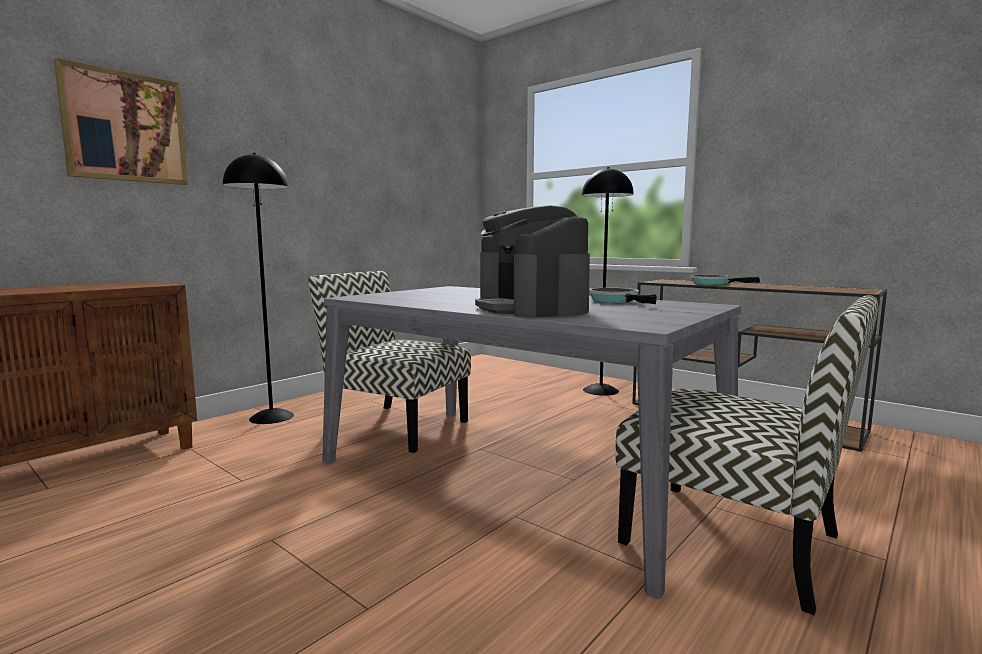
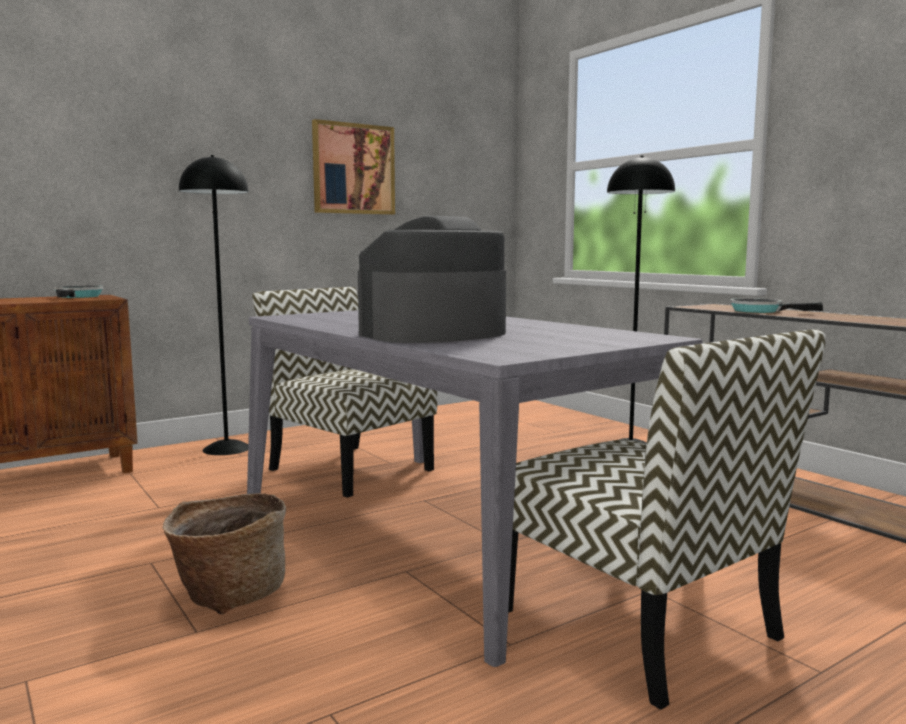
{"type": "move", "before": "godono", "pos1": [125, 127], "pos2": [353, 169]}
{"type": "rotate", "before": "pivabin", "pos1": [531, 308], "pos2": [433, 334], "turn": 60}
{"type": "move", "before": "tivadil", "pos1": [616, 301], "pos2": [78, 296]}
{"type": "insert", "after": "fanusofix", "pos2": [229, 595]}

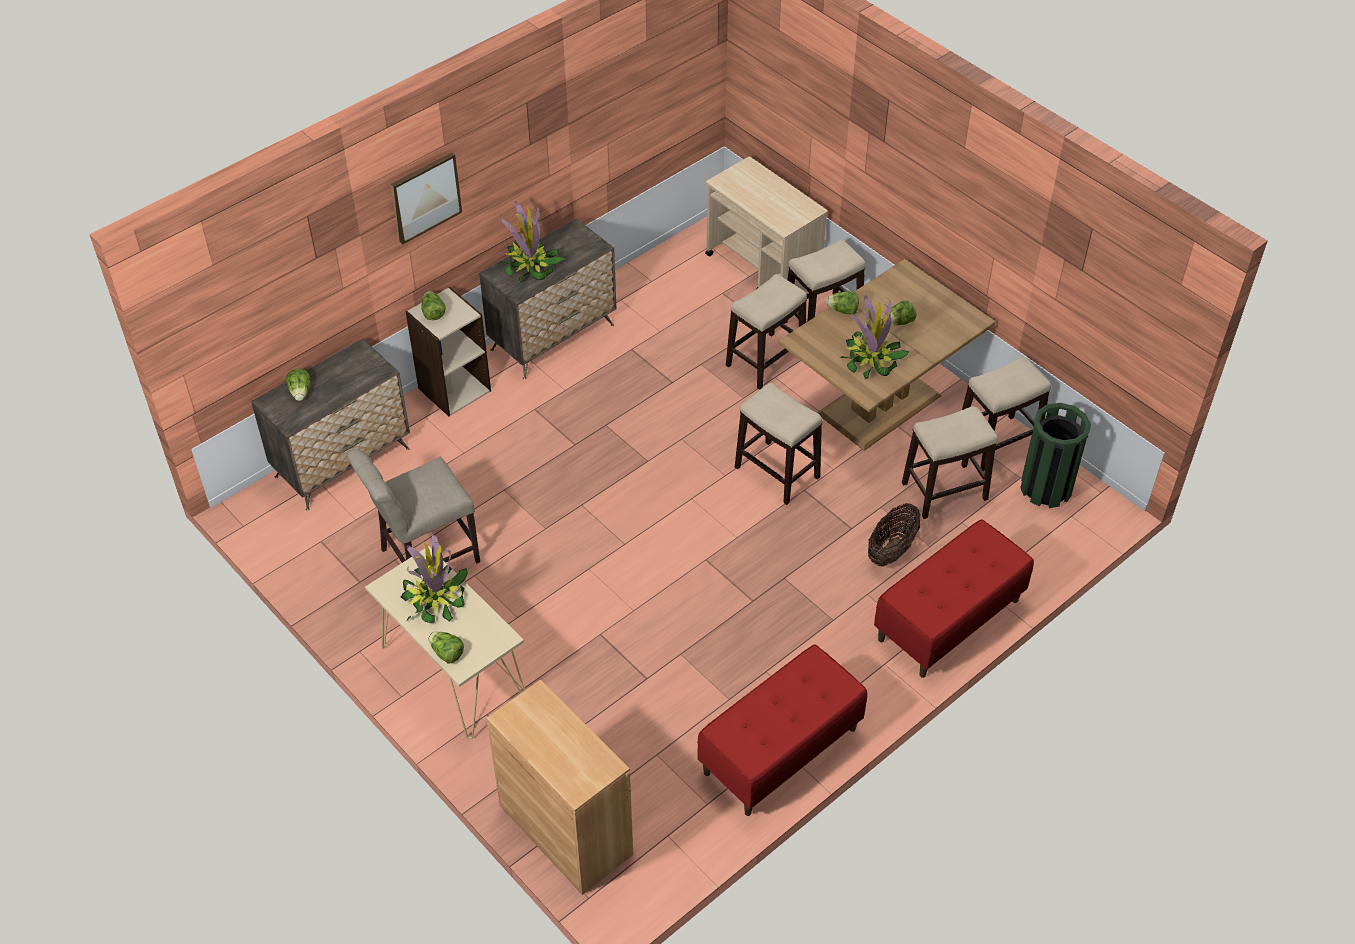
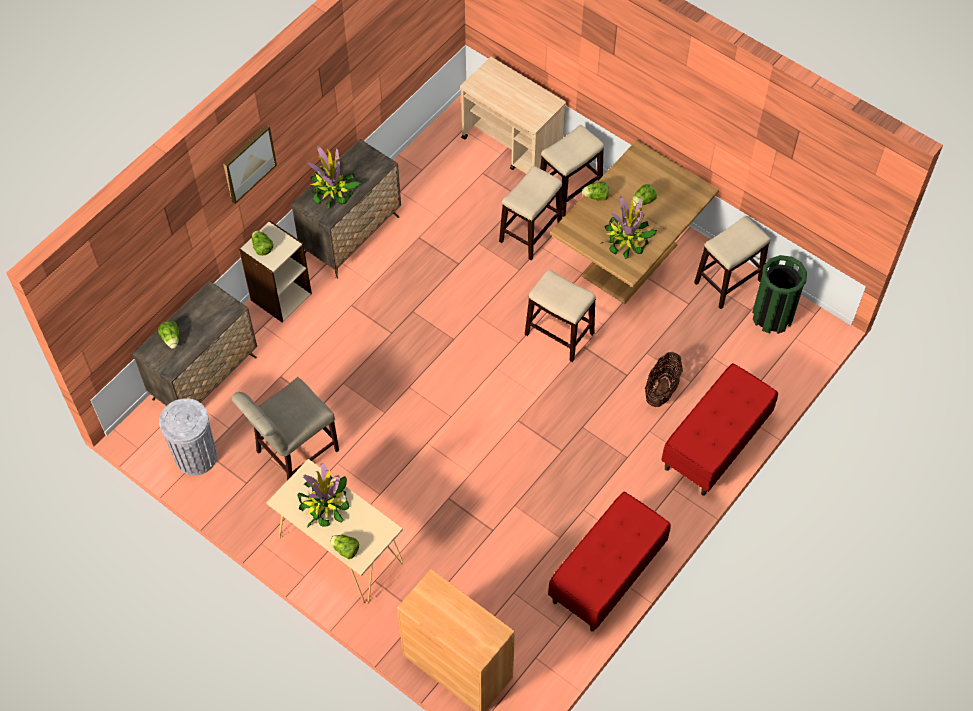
{"type": "delete", "before": "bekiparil", "pos1": [943, 491]}
{"type": "insert", "after": "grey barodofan", "pos2": [196, 456]}

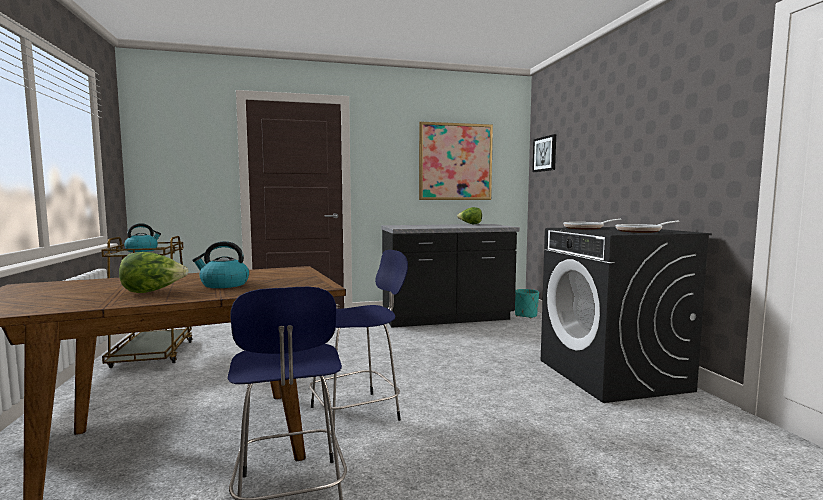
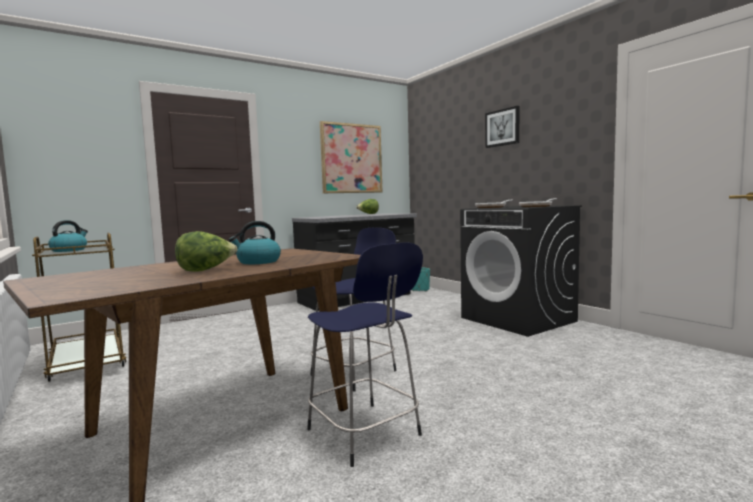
{"type": "move", "before": "godono", "pos1": [545, 154], "pos2": [502, 127]}

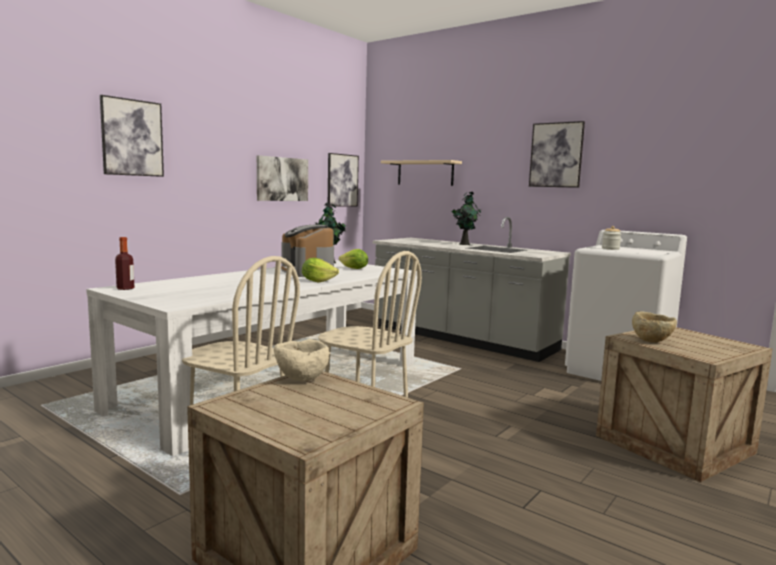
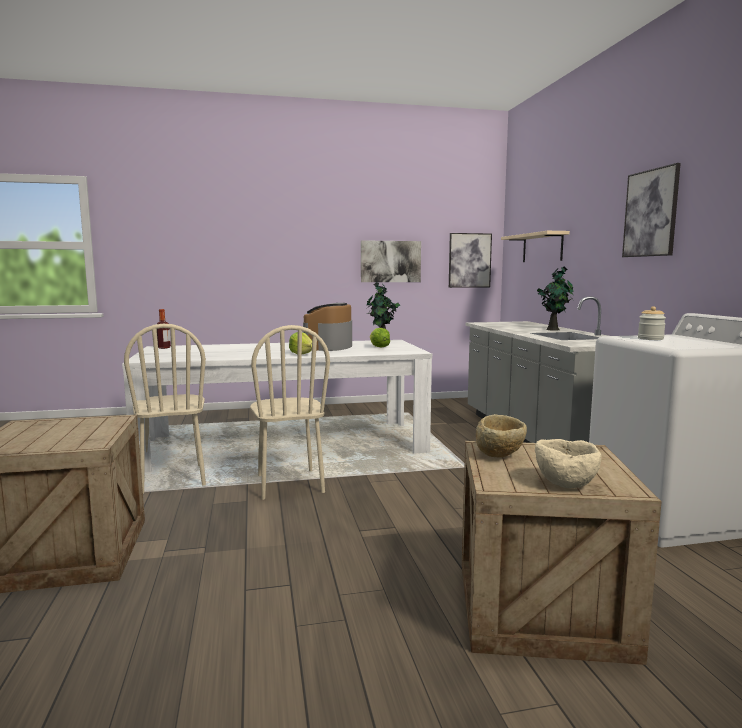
{"type": "delete", "before": "godono", "pos1": [132, 137]}
{"type": "move", "before": "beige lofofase", "pos1": [301, 378], "pos2": [565, 484]}

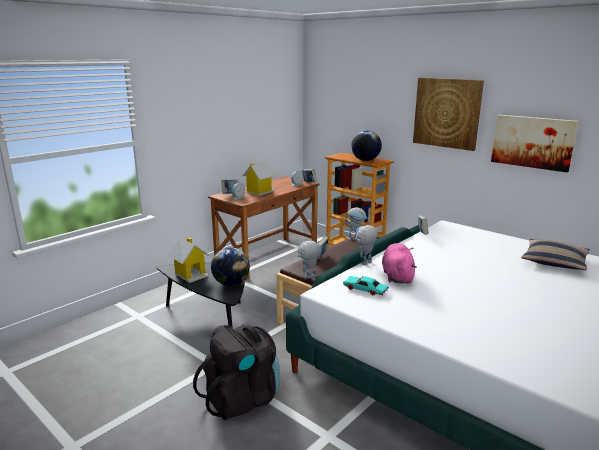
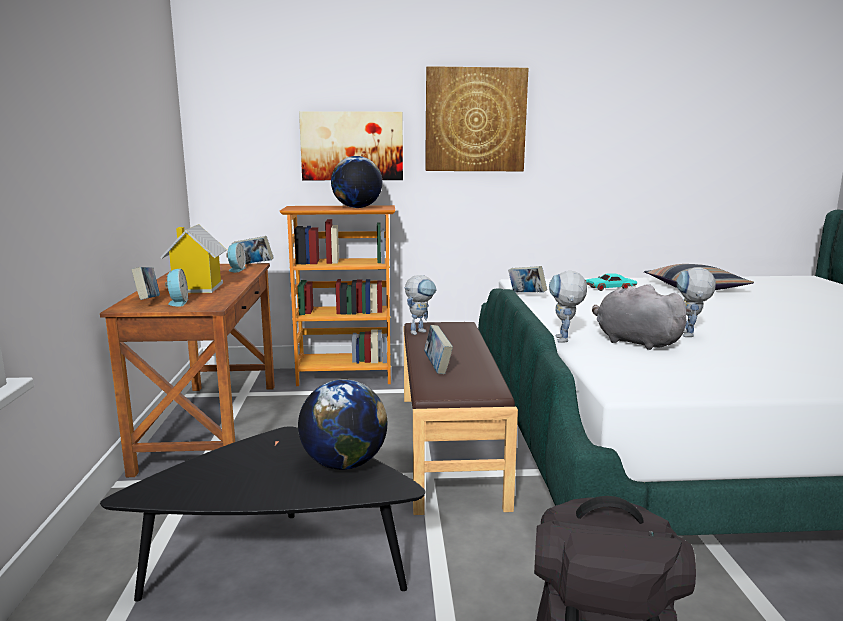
{"type": "delete", "before": "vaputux", "pos1": [191, 274]}
{"type": "move", "before": "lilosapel", "pos1": [308, 277], "pos2": [690, 336]}
{"type": "move", "before": "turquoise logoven", "pos1": [365, 290], "pos2": [610, 288]}
{"type": "recolor", "before": "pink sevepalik", "after": "grey sevepalik", "pos1": [397, 276], "pos2": [634, 342]}
{"type": "move", "before": "godono", "pos1": [532, 142], "pos2": [352, 146]}

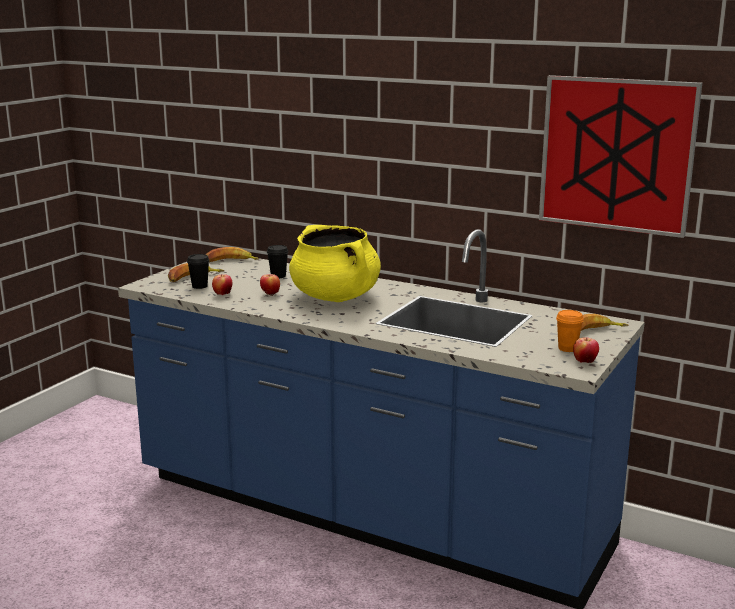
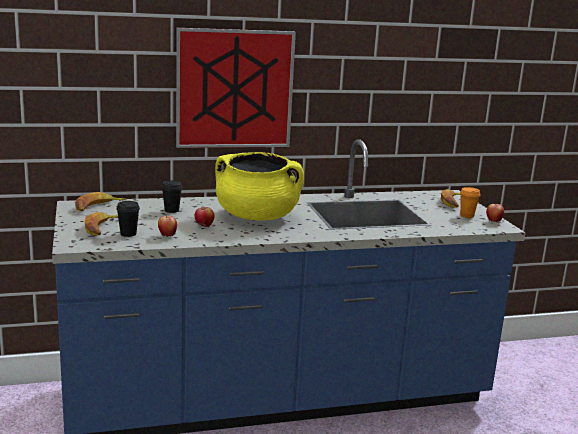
{"type": "move", "before": "godono", "pos1": [616, 154], "pos2": [234, 89]}

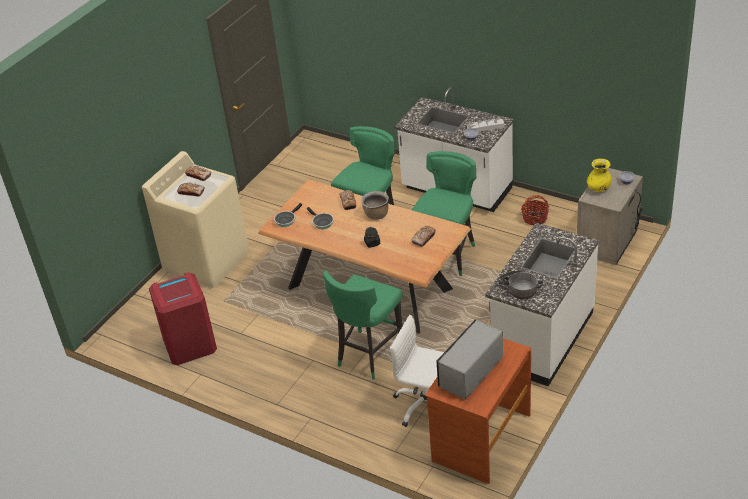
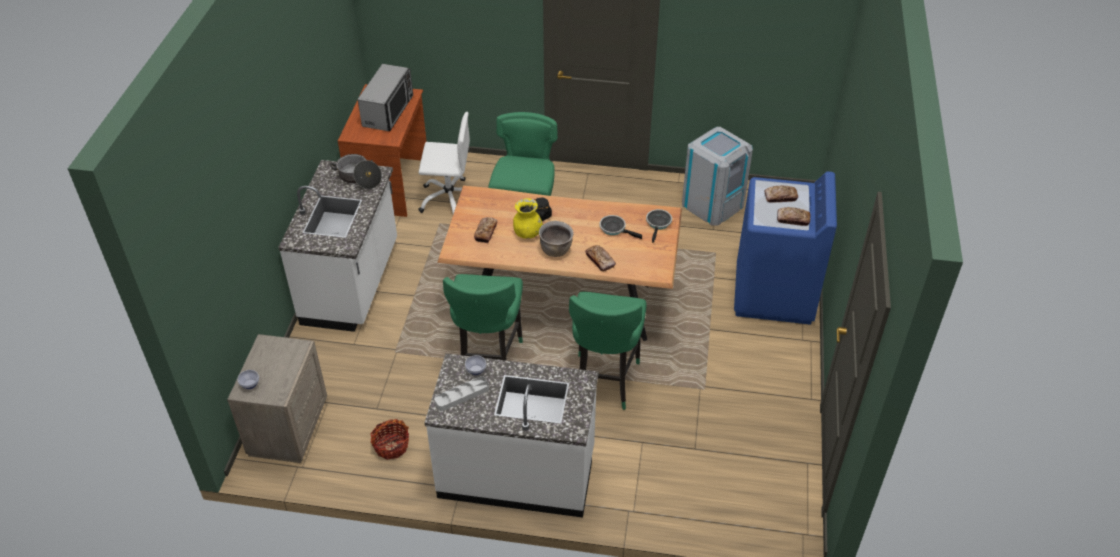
{"type": "recolor", "before": "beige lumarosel", "after": "blue lumarosel", "pos1": [207, 261], "pos2": [774, 294]}
{"type": "recolor", "before": "red barodofan", "after": "grey barodofan", "pos1": [189, 344], "pos2": [712, 204]}
{"type": "move", "before": "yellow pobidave", "pos1": [598, 188], "pos2": [527, 233]}

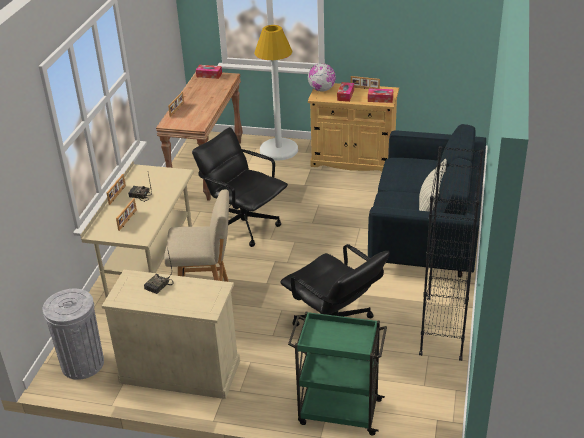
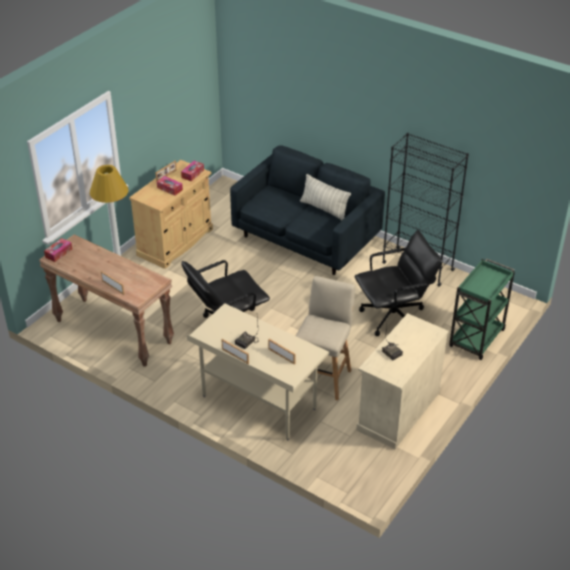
{"type": "delete", "before": "grey barodofan", "pos1": [82, 364]}
{"type": "delete", "before": "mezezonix", "pos1": [322, 90]}

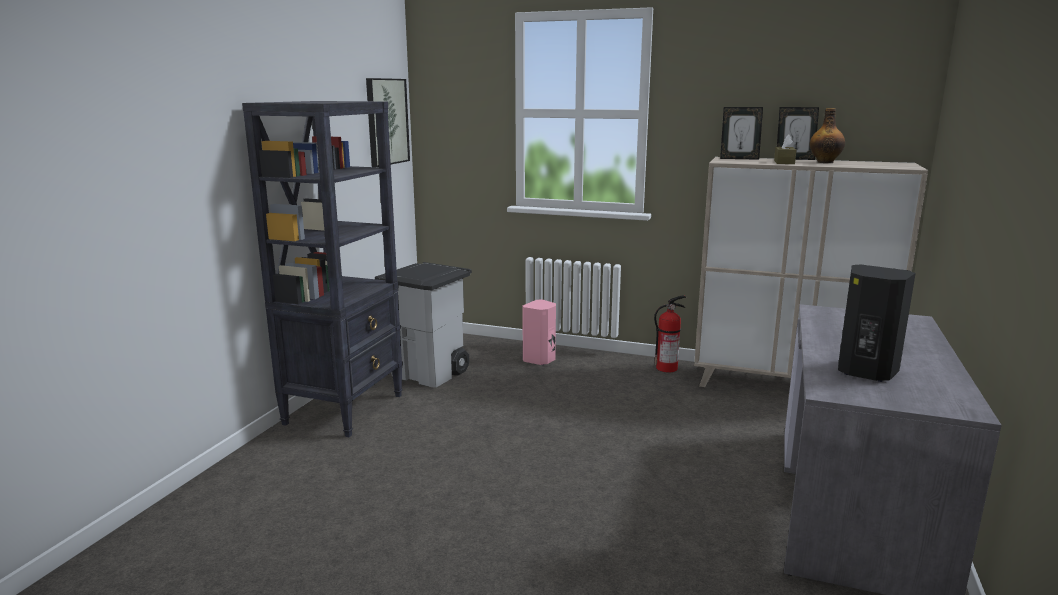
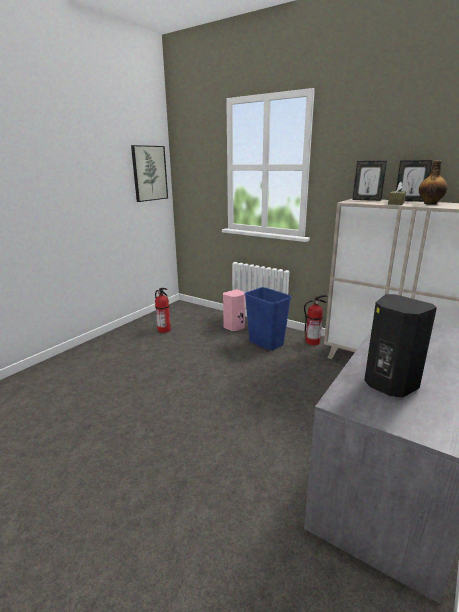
{"type": "delete", "before": "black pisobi", "pos1": [345, 409]}
{"type": "replace", "before": "grey barodofan", "after": "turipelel", "pos1": [430, 373], "pos2": [164, 330]}
{"type": "insert", "after": "blue barodofan", "pos2": [266, 343]}

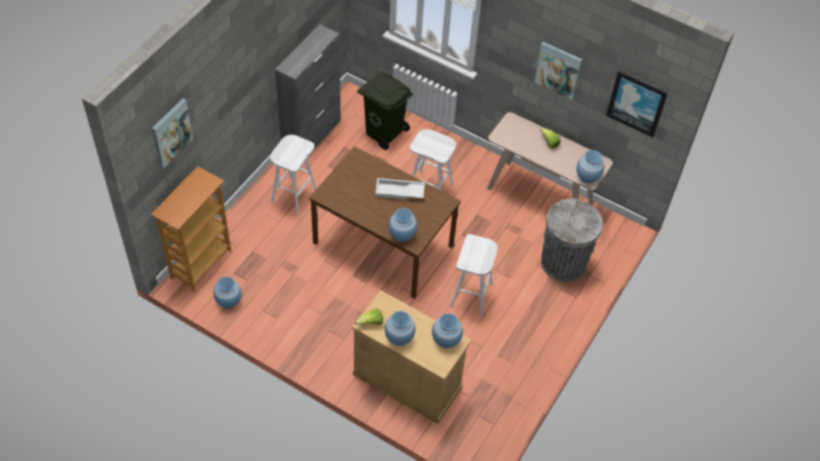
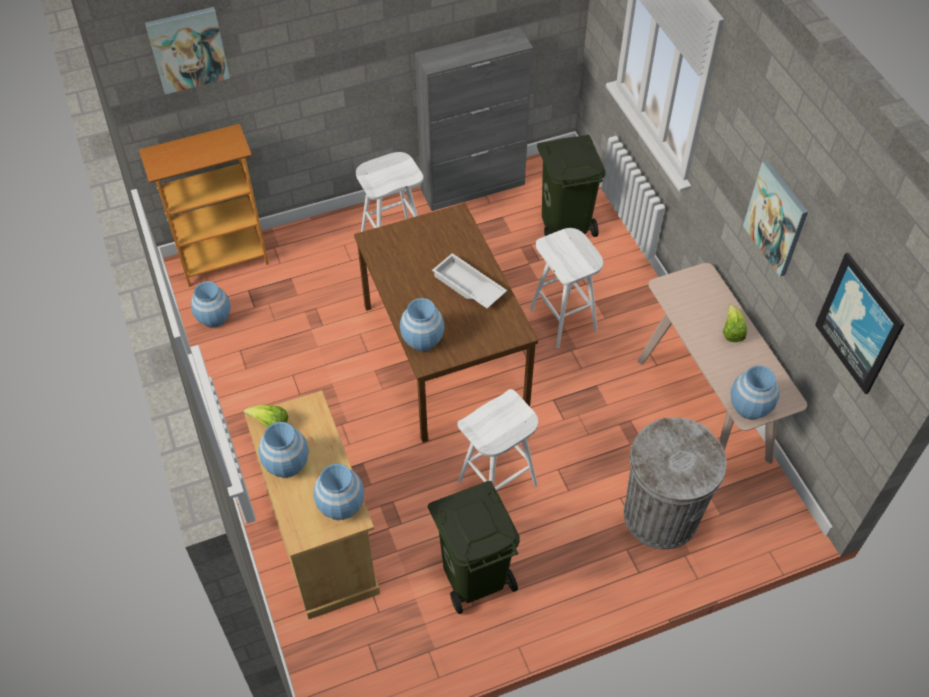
{"type": "insert", "after": "green barodofan", "pos2": [475, 575]}

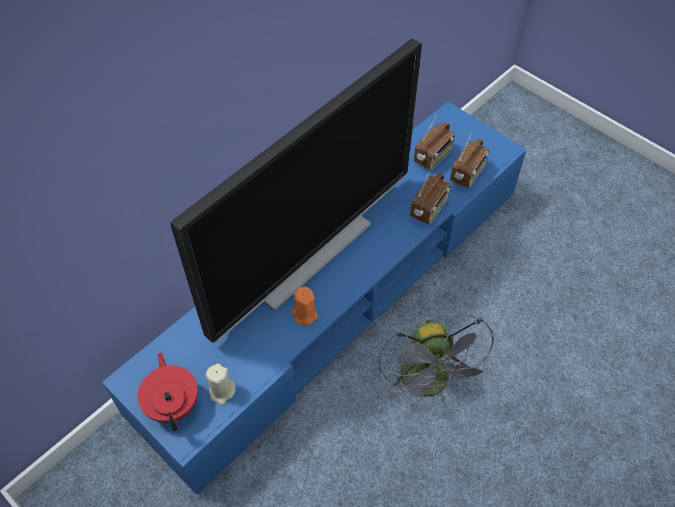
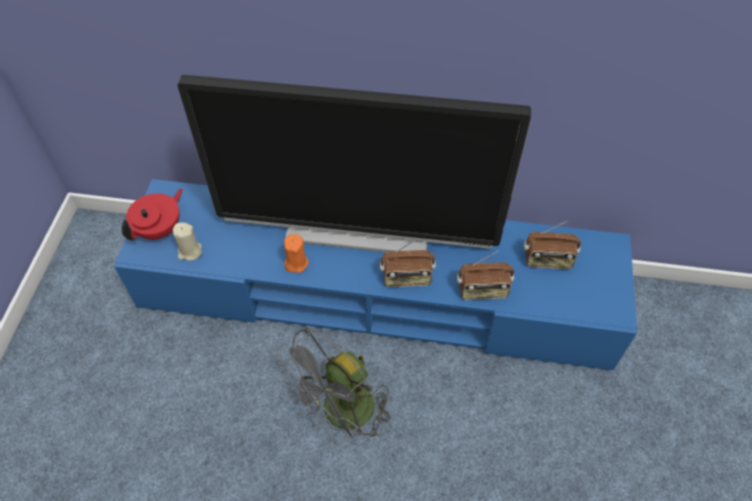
{"type": "move", "before": "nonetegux", "pos1": [468, 174], "pos2": [406, 278]}

